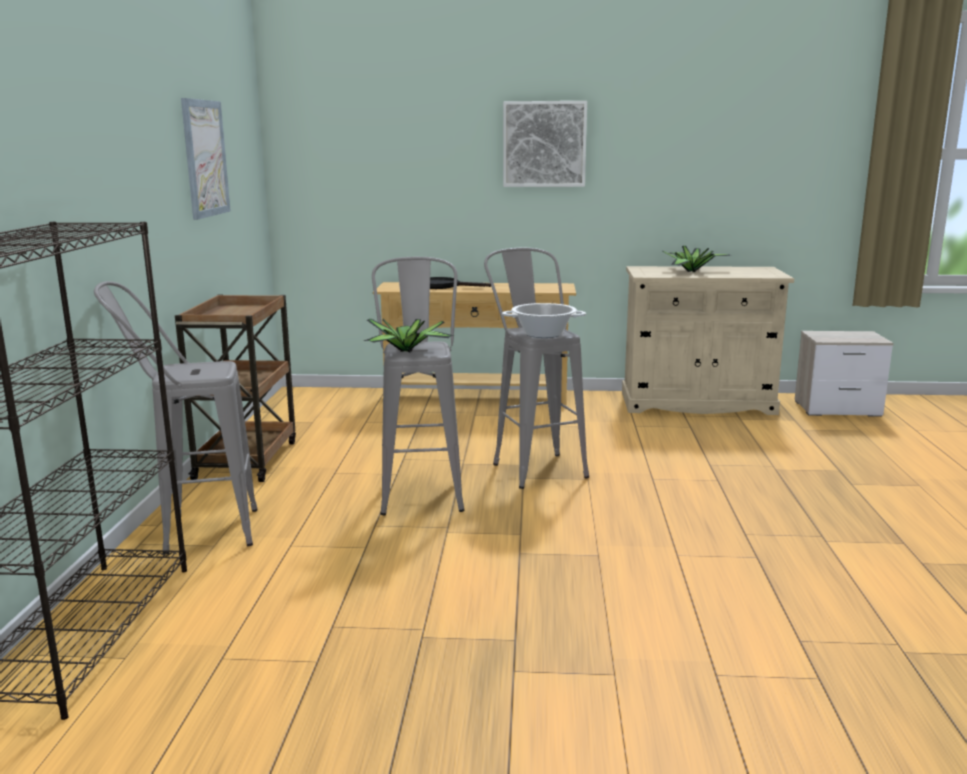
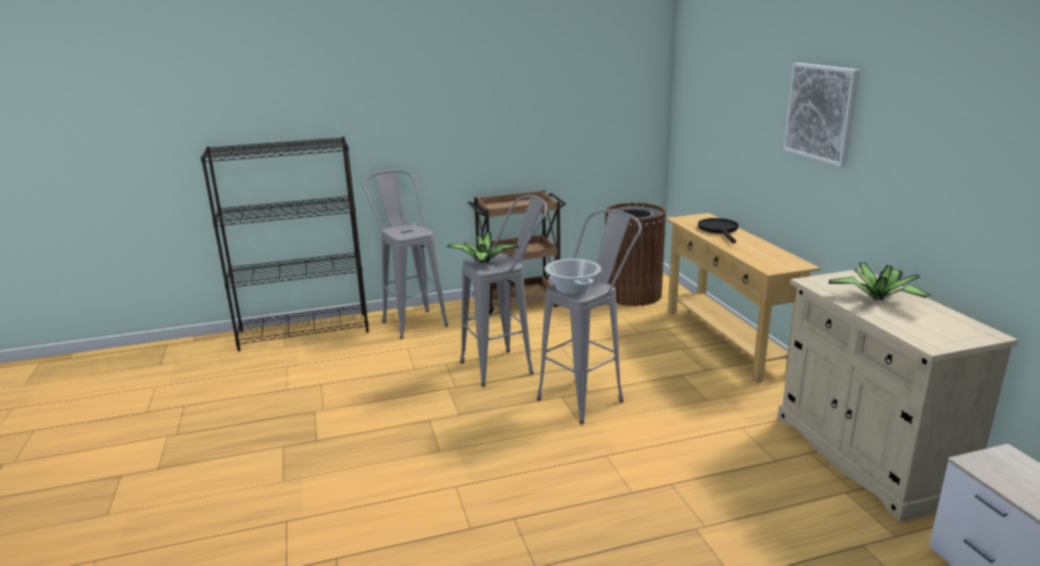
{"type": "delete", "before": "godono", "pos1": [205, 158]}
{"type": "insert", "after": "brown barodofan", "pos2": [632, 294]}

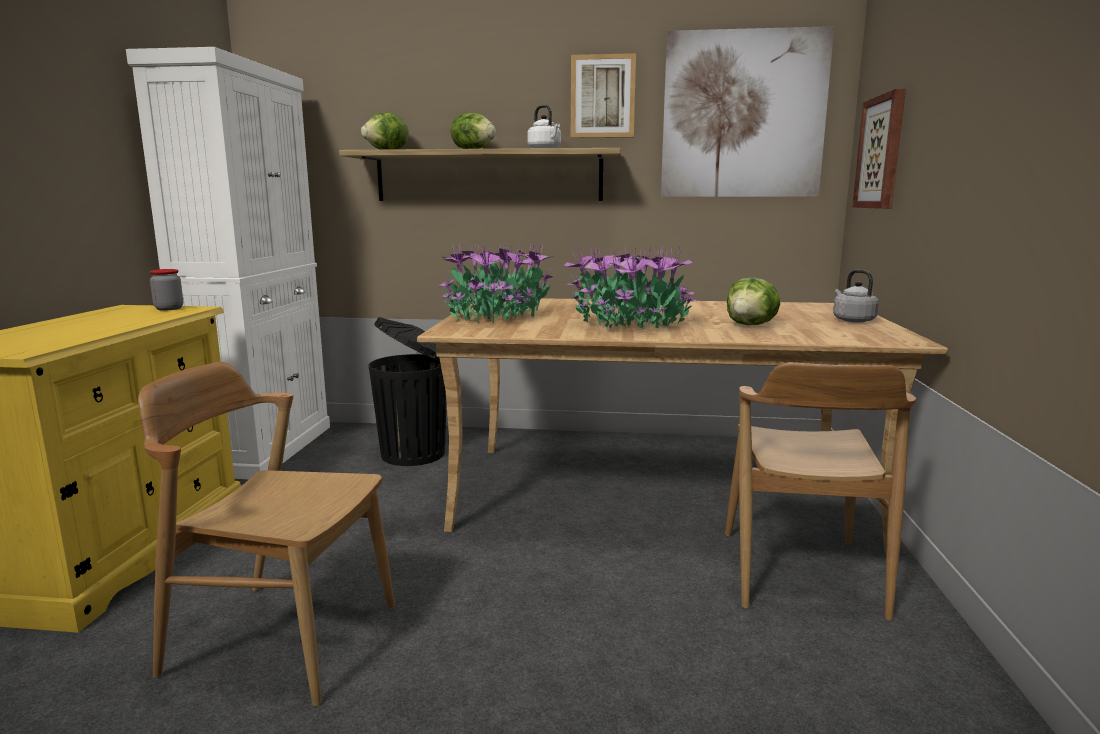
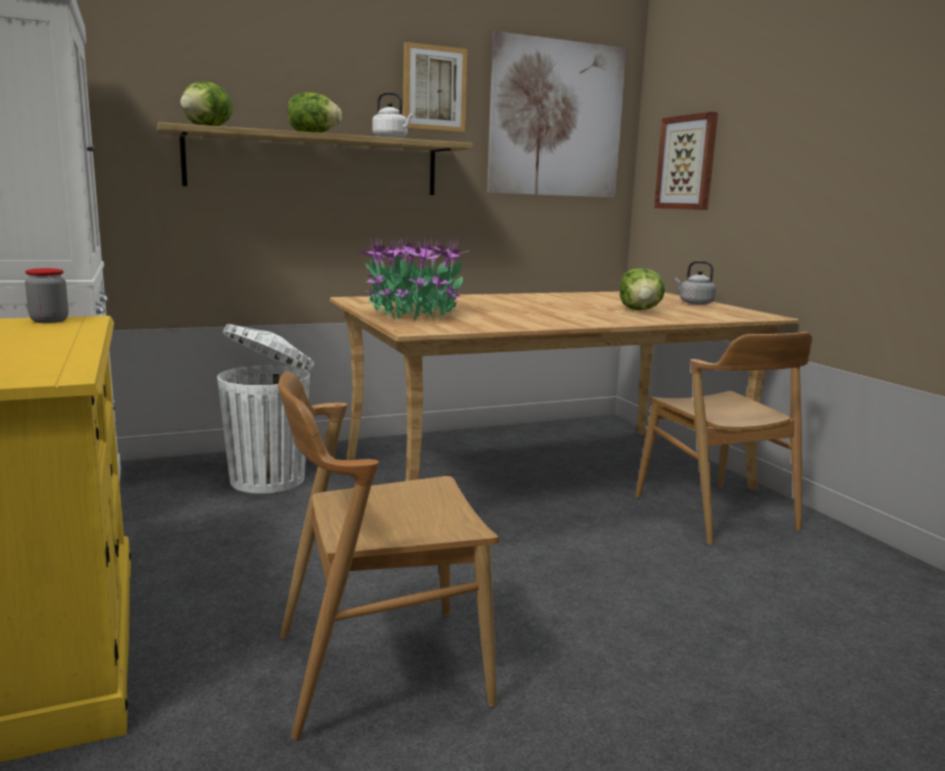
{"type": "recolor", "before": "black barodofan", "after": "white barodofan", "pos1": [415, 454], "pos2": [270, 479]}
{"type": "delete", "before": "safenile", "pos1": [629, 325]}

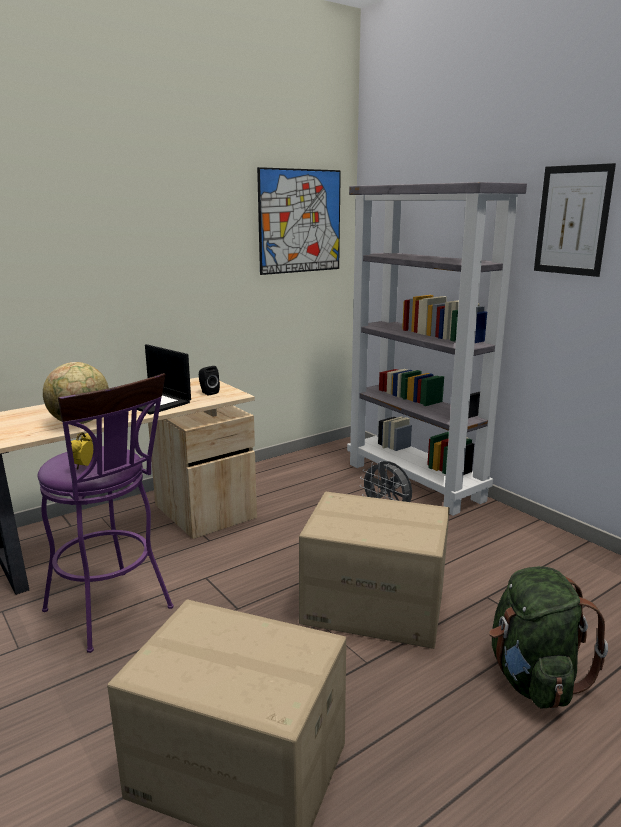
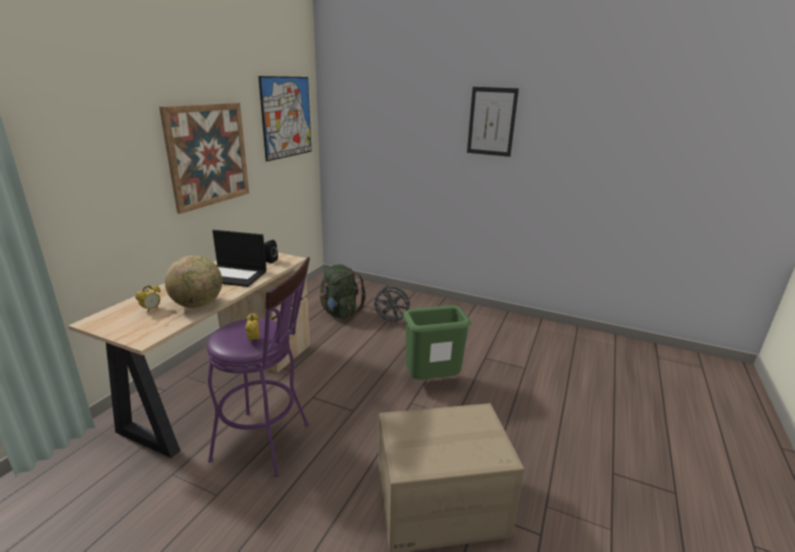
{"type": "replace", "before": "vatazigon", "after": "green barodofan", "pos1": [374, 606], "pos2": [432, 382]}
{"type": "delete", "before": "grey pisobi", "pos1": [415, 482]}
{"type": "move", "before": "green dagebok", "pos1": [533, 678], "pos2": [340, 312]}
{"type": "insert", "after": "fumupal", "pos2": [151, 309]}
{"type": "insert", "after": "godono", "pos2": [208, 155]}

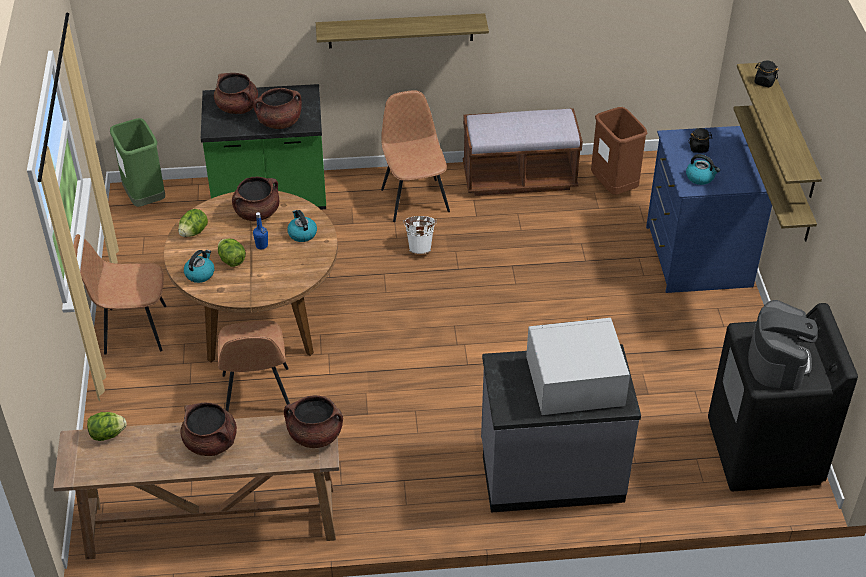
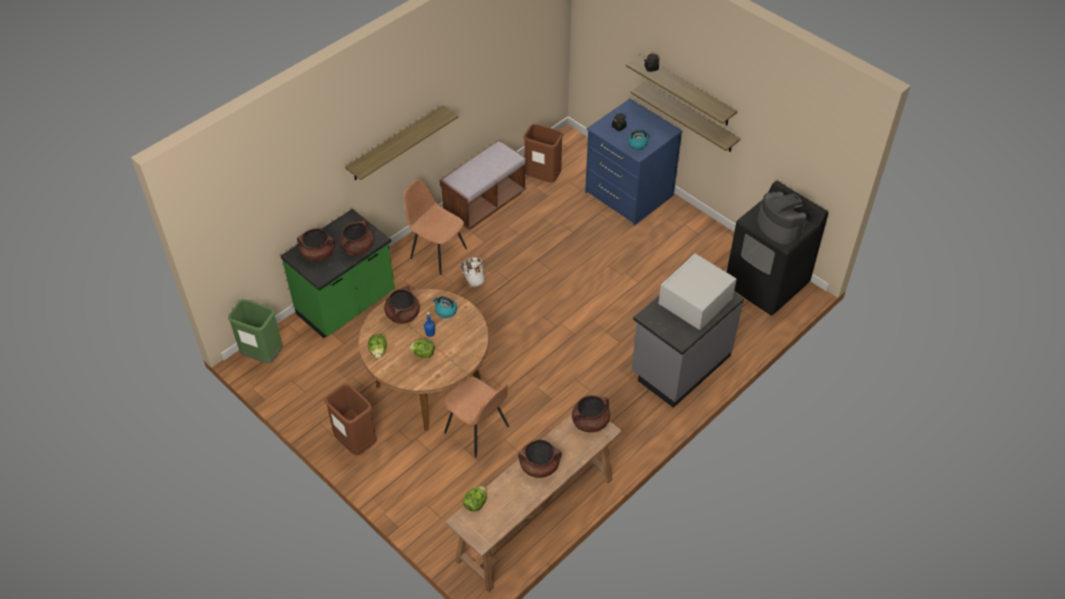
{"type": "replace", "before": "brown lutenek", "after": "brown barodofan", "pos1": [133, 329], "pos2": [356, 442]}
{"type": "delete", "before": "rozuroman", "pos1": [200, 273]}

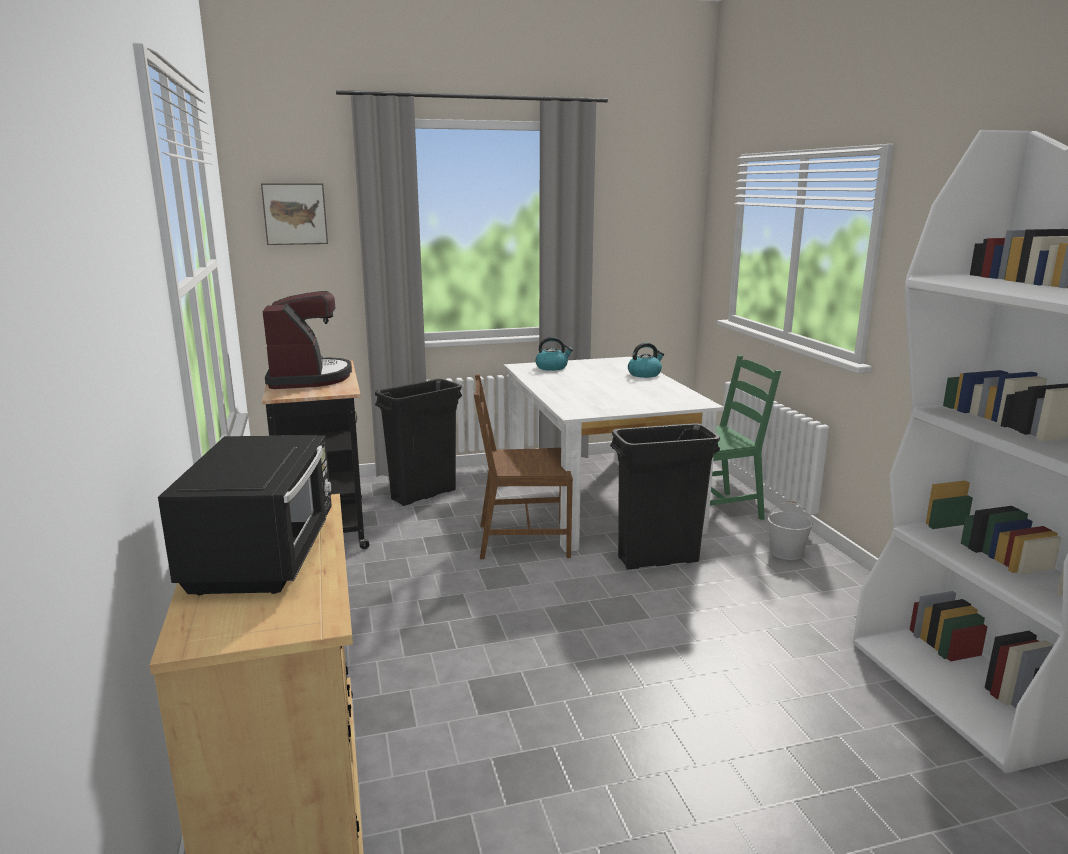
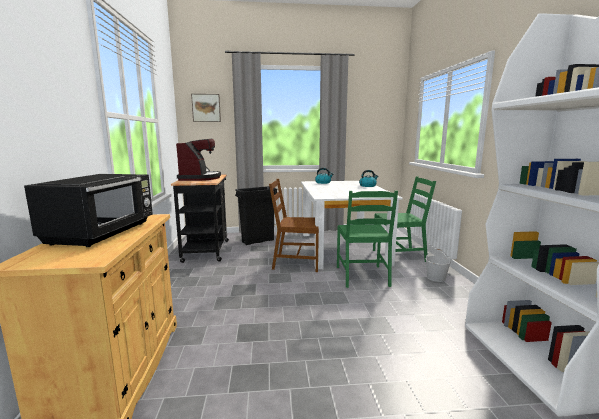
{"type": "replace", "before": "black barodofan", "after": "green lutenek", "pos1": [657, 560], "pos2": [363, 276]}

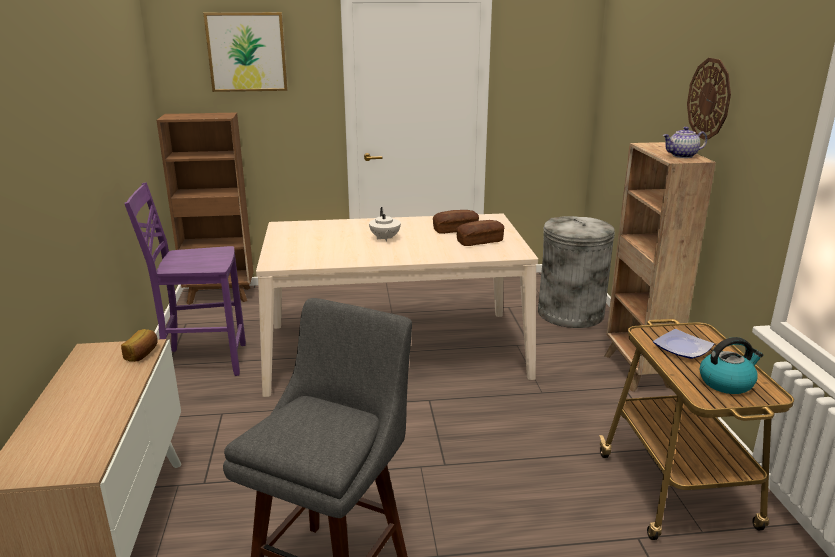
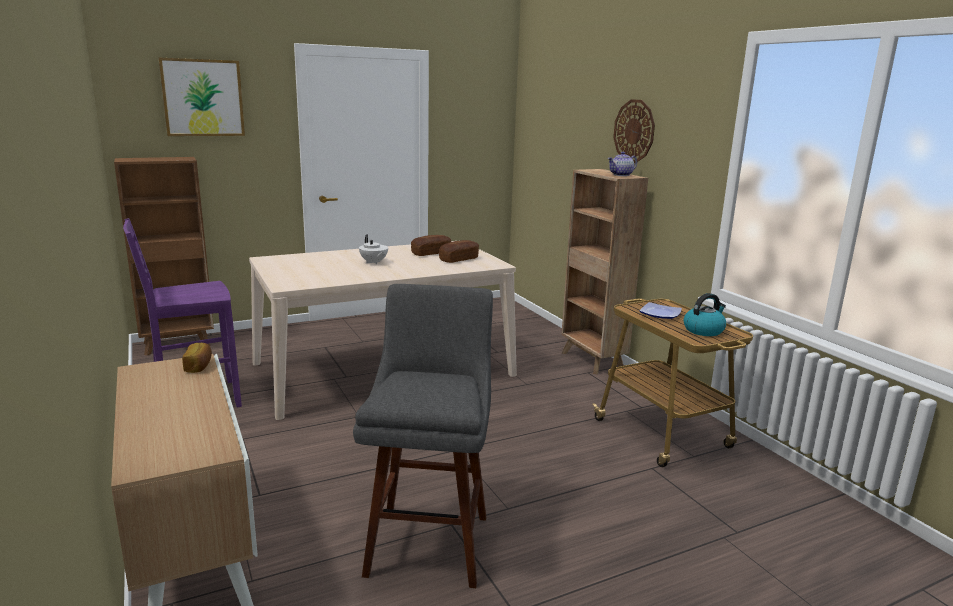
{"type": "delete", "before": "grey barodofan", "pos1": [570, 313]}

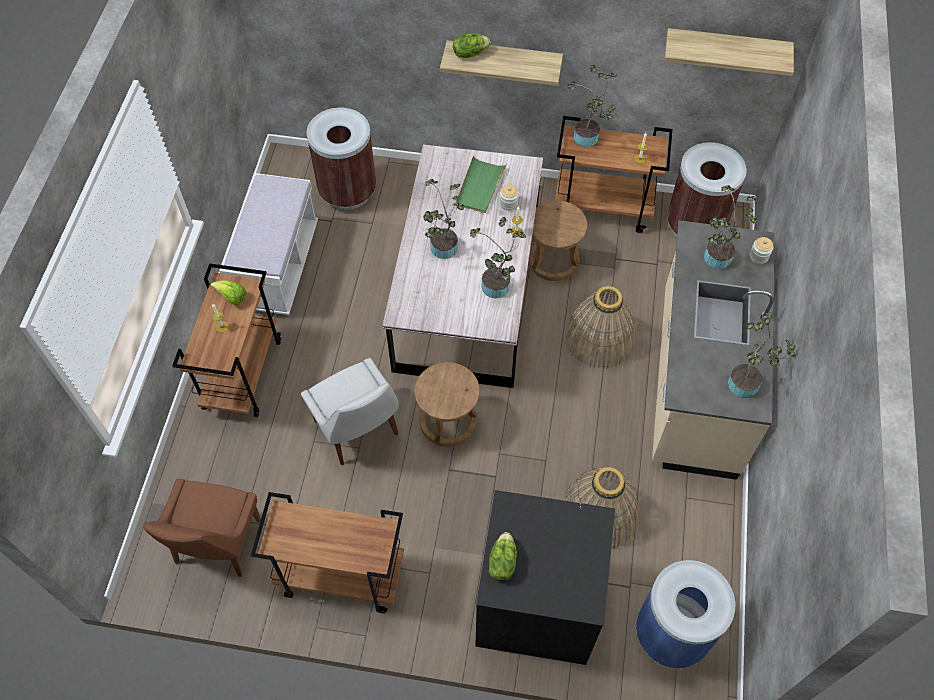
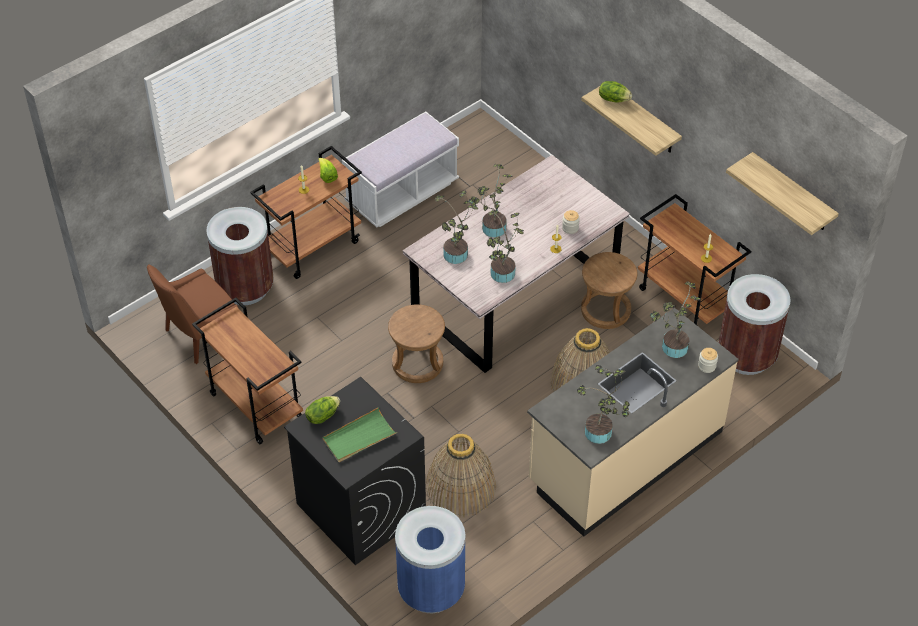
{"type": "delete", "before": "white lutenek", "pos1": [358, 430]}
{"type": "move", "before": "brown barodofan", "pos1": [348, 191], "pos2": [245, 288]}
{"type": "move", "before": "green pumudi", "pos1": [480, 187], "pos2": [359, 437]}
{"type": "move", "before": "safenile", "pos1": [588, 139], "pos2": [455, 257]}

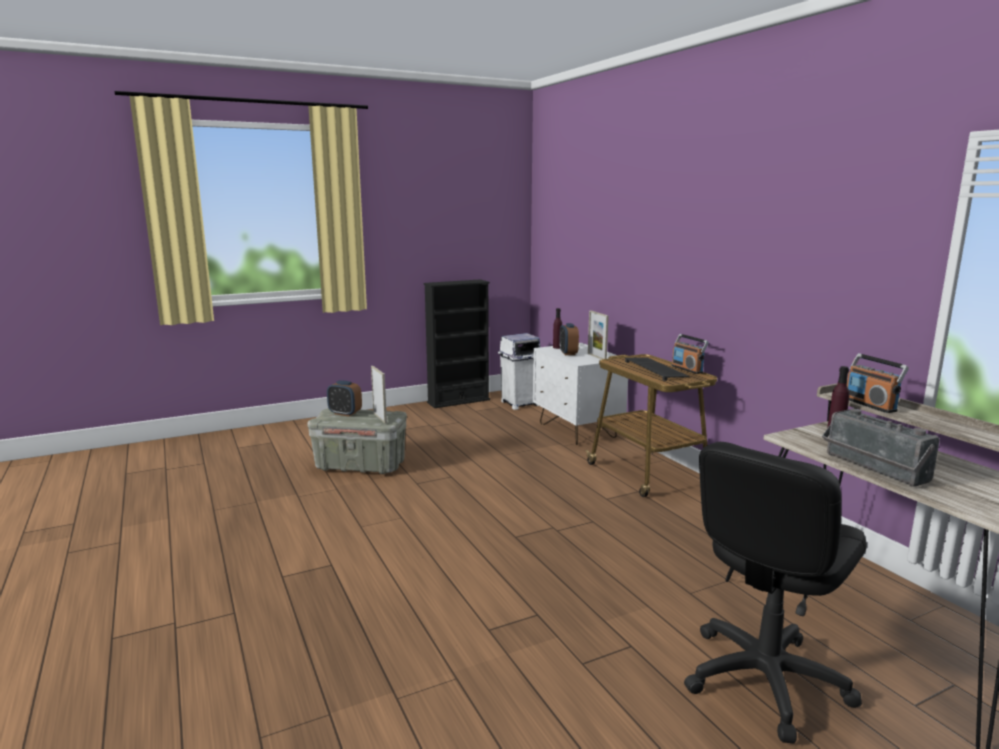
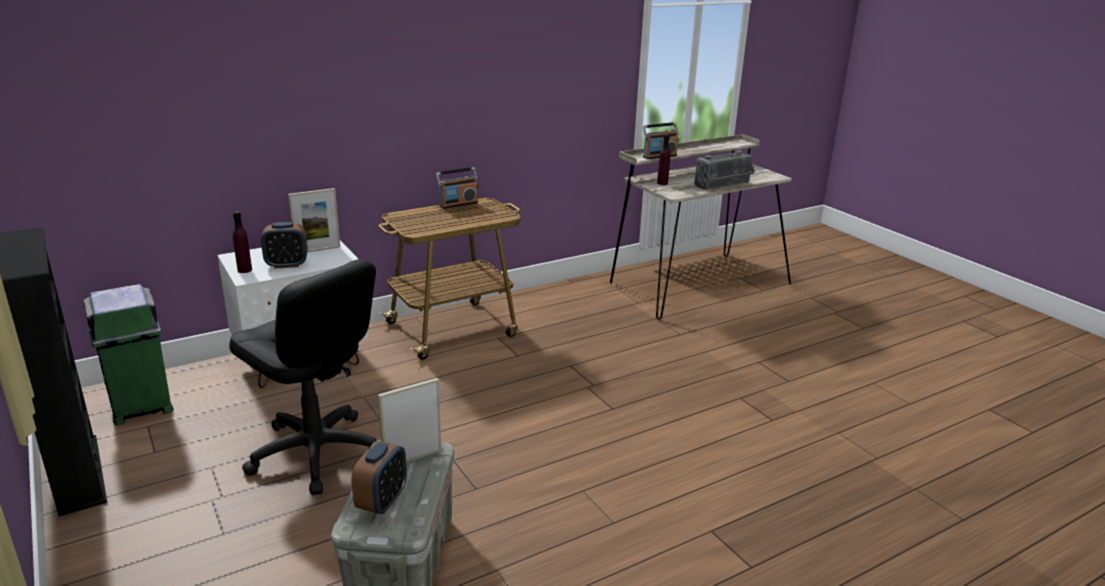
{"type": "recolor", "before": "white barodofan", "after": "green barodofan", "pos1": [519, 403], "pos2": [141, 406]}
{"type": "delete", "before": "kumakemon", "pos1": [656, 370]}
{"type": "move", "before": "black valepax", "pos1": [764, 679], "pos2": [315, 453]}

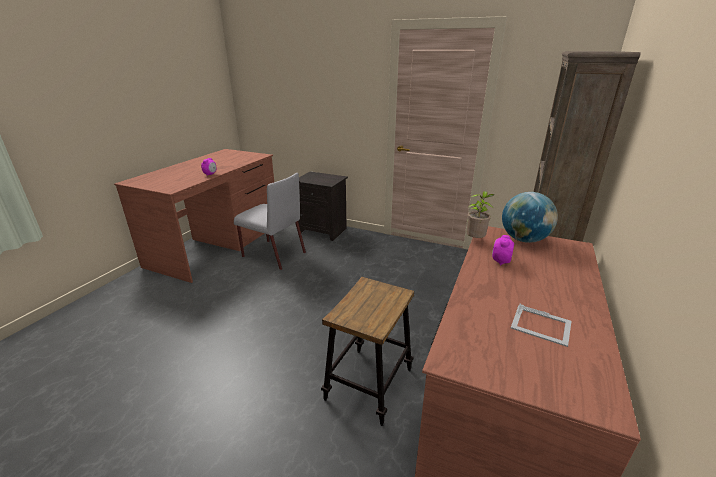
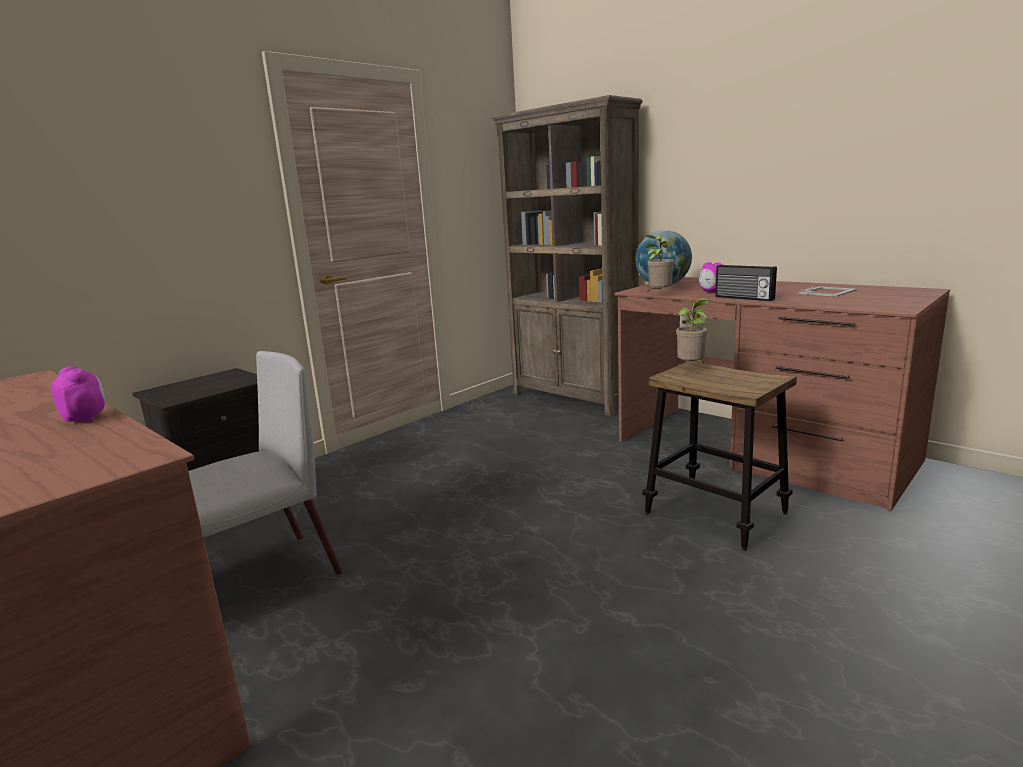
{"type": "insert", "after": "safenile", "pos2": [692, 367]}
{"type": "insert", "after": "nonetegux", "pos2": [743, 298]}

